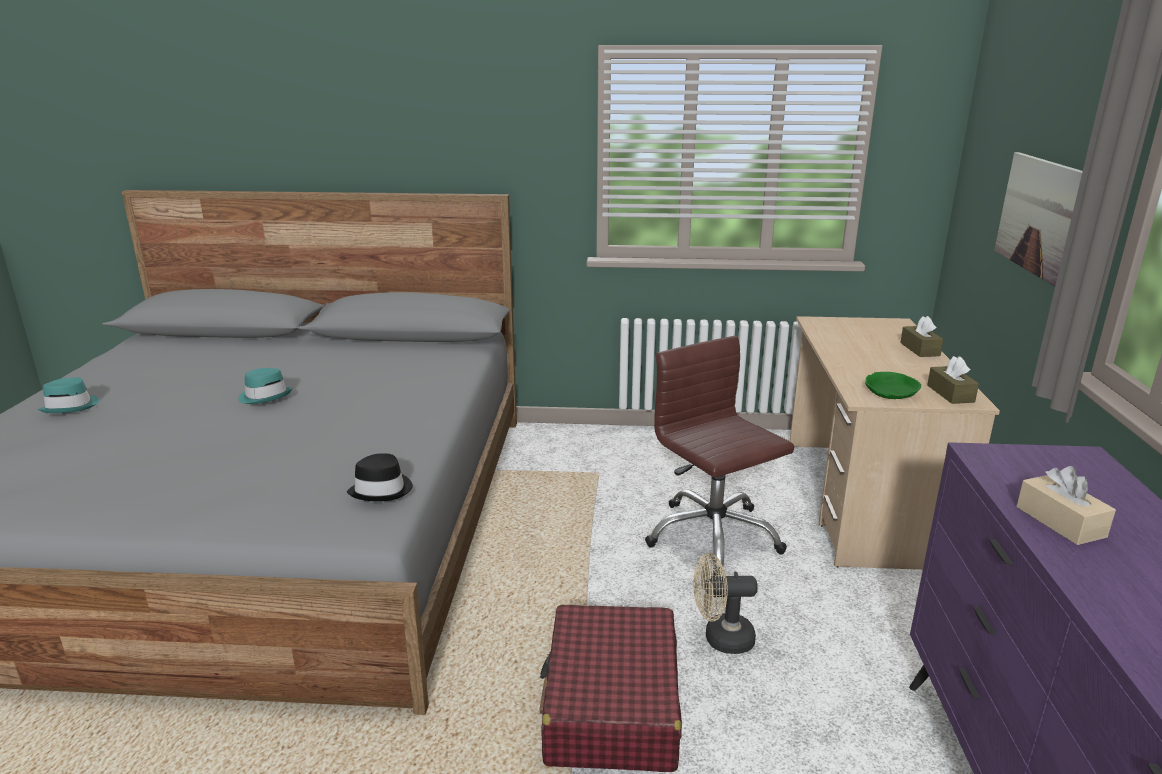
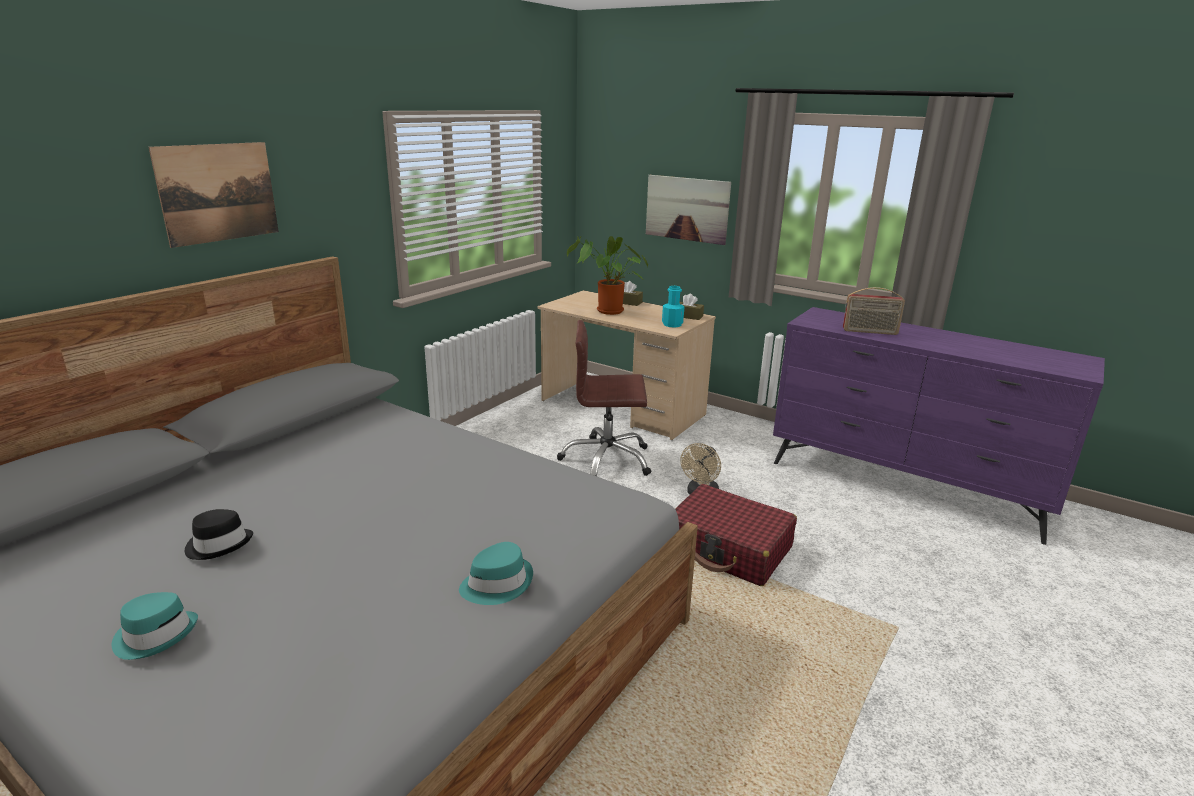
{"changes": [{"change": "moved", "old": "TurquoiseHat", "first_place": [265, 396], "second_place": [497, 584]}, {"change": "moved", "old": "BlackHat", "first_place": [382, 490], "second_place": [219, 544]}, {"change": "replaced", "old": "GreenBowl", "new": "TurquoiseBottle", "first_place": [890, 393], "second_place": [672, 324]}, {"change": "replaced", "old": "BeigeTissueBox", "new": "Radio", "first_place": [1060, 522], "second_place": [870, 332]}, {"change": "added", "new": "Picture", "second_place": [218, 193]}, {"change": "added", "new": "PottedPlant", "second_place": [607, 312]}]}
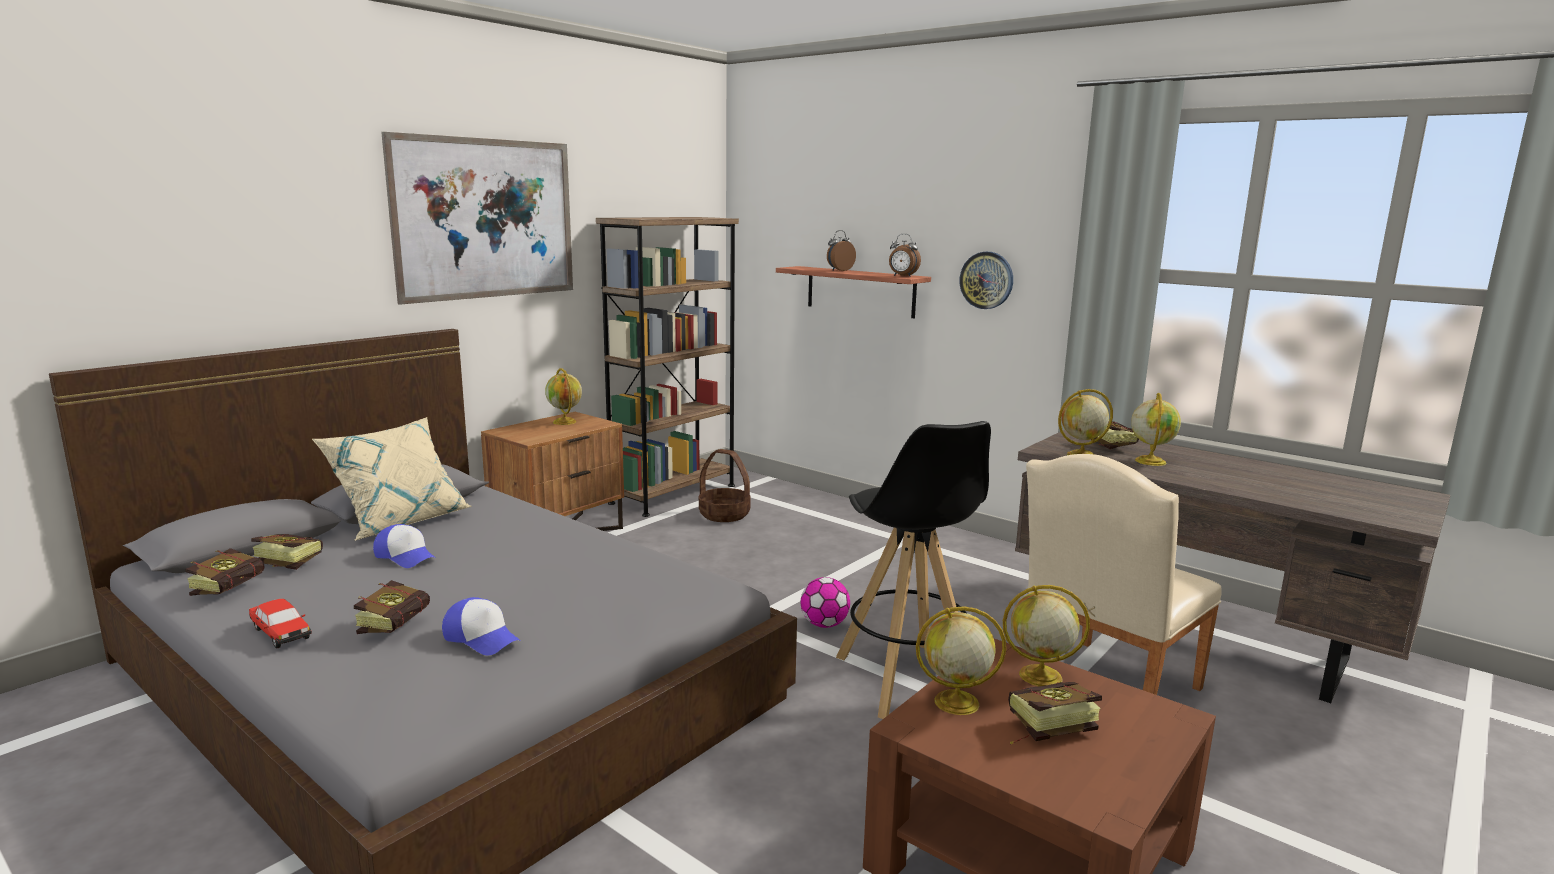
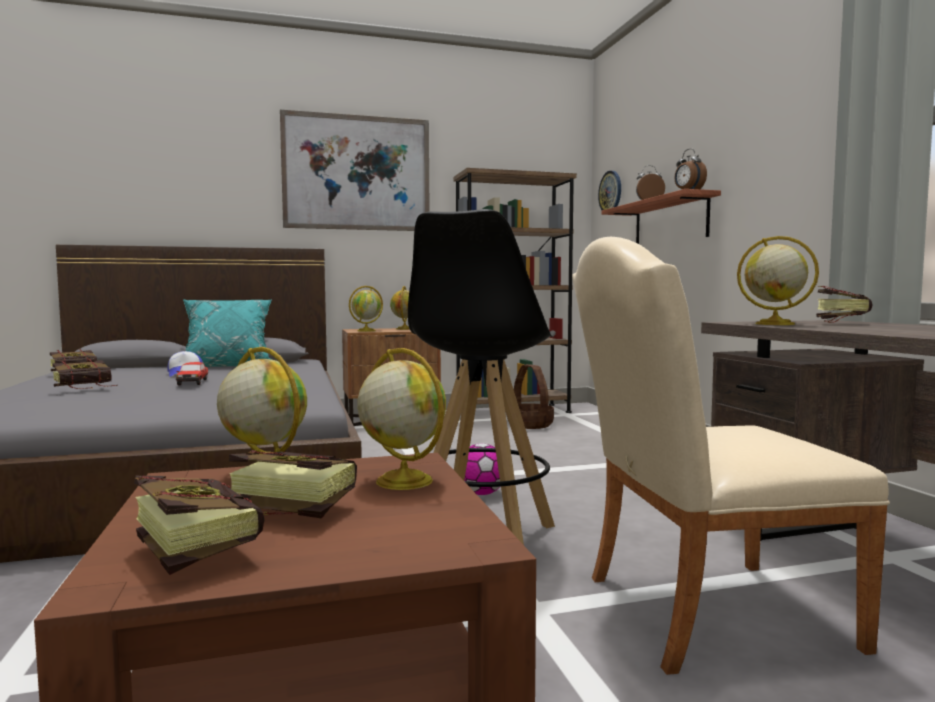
{"changes": [{"change": "moved", "old": "ToyCar", "first_place": [280, 633], "second_place": [193, 382]}, {"change": "moved", "old": "Book", "first_place": [284, 563], "second_place": [192, 550]}, {"change": "recoloured", "old": "BeigePillow", "new": "TurquoisePillow", "first_place": [400, 521], "second_place": [228, 365]}, {"change": "removed", "old": "Cap", "first_place": [482, 638]}, {"change": "moved", "old": "WallClock", "first_place": [986, 280], "second_place": [610, 192]}, {"change": "moved", "old": "Globe", "first_place": [1150, 461], "second_place": [366, 331]}]}
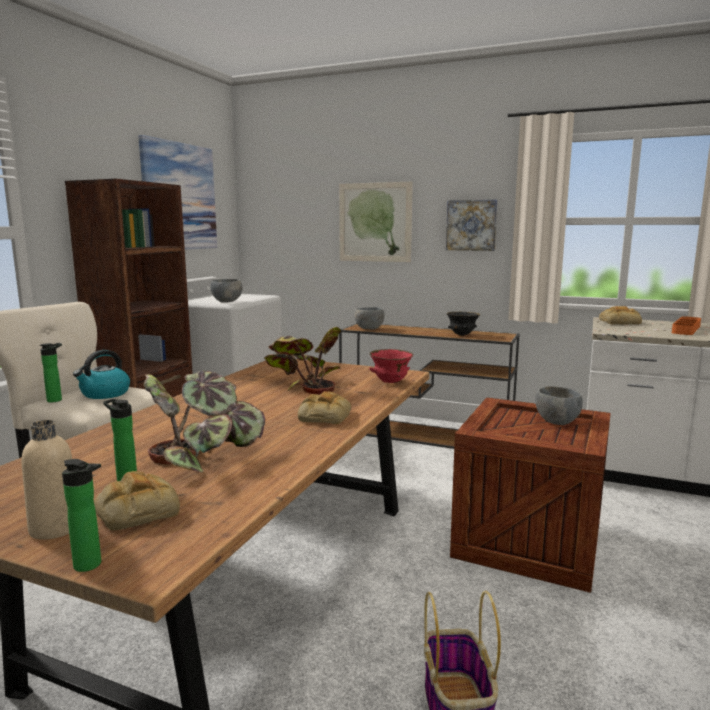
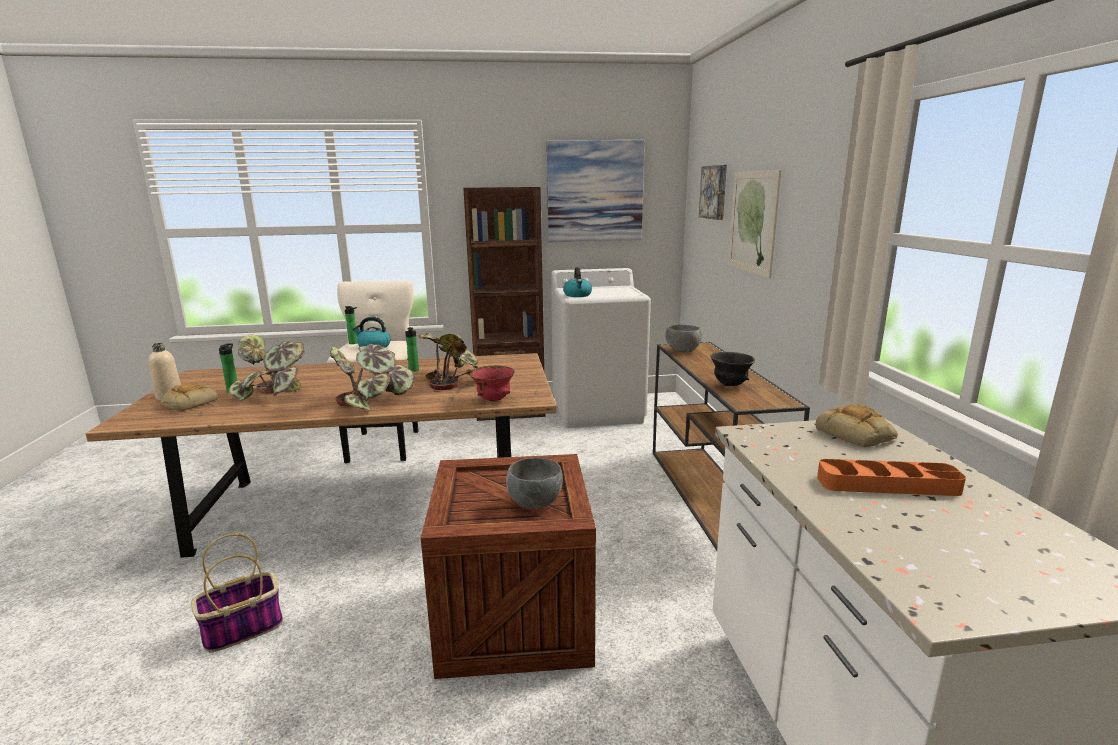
{"changes": [{"change": "moved", "old": "Bottle", "first_place": [91, 565], "second_place": [414, 370]}, {"change": "replaced", "old": "GreyBowl", "new": "Kettle", "first_place": [227, 302], "second_place": [577, 295]}, {"change": "replaced", "old": "Bread", "new": "PottedPlant", "first_place": [324, 416], "second_place": [374, 401]}, {"change": "moved", "old": "Picture", "first_place": [471, 225], "second_place": [715, 192]}]}
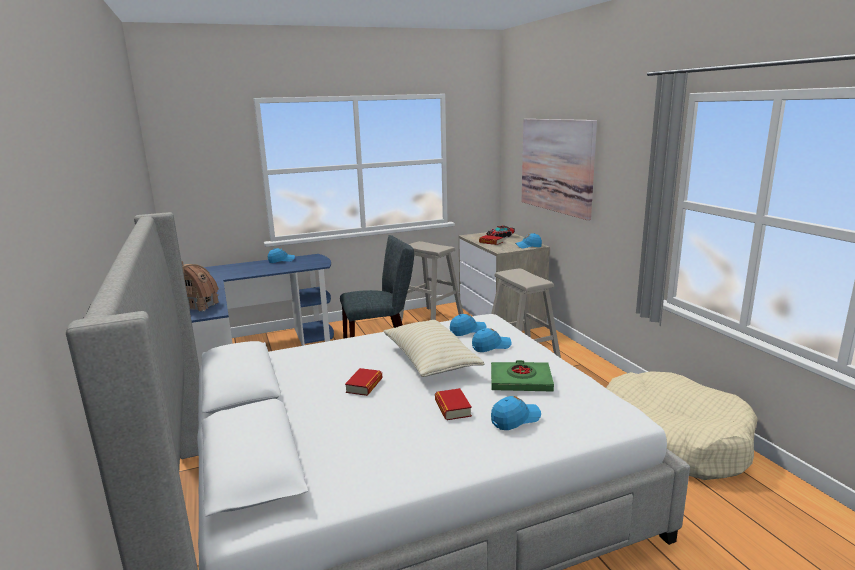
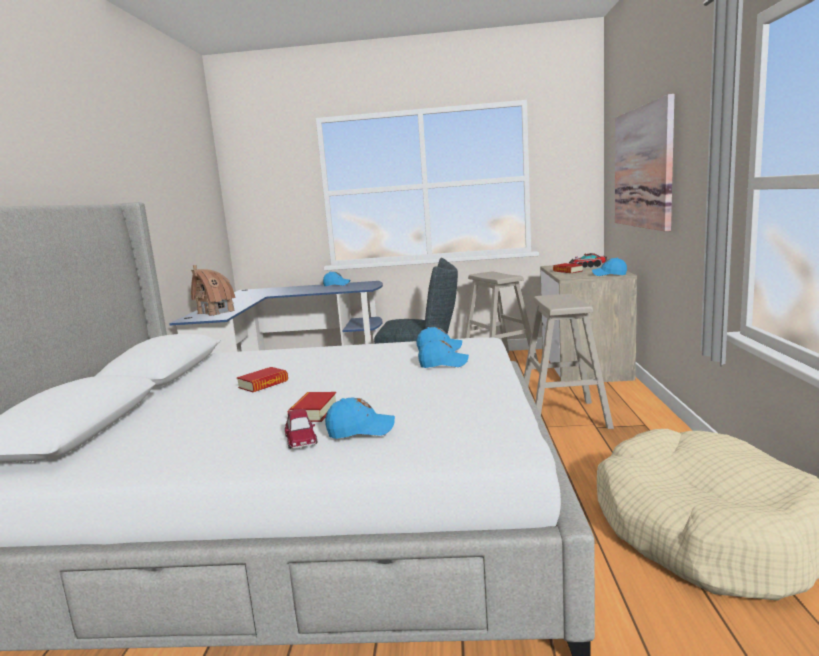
{"changes": [{"change": "removed", "old": "BeigePillow", "first_place": [430, 361]}, {"change": "removed", "old": "GreenBook", "first_place": [520, 381]}, {"change": "added", "new": "ToyCar", "second_place": [301, 440]}]}
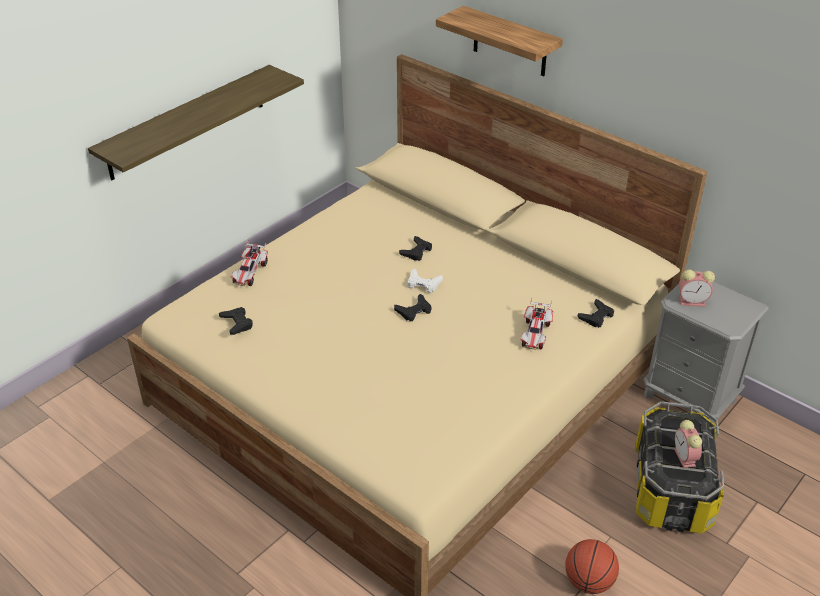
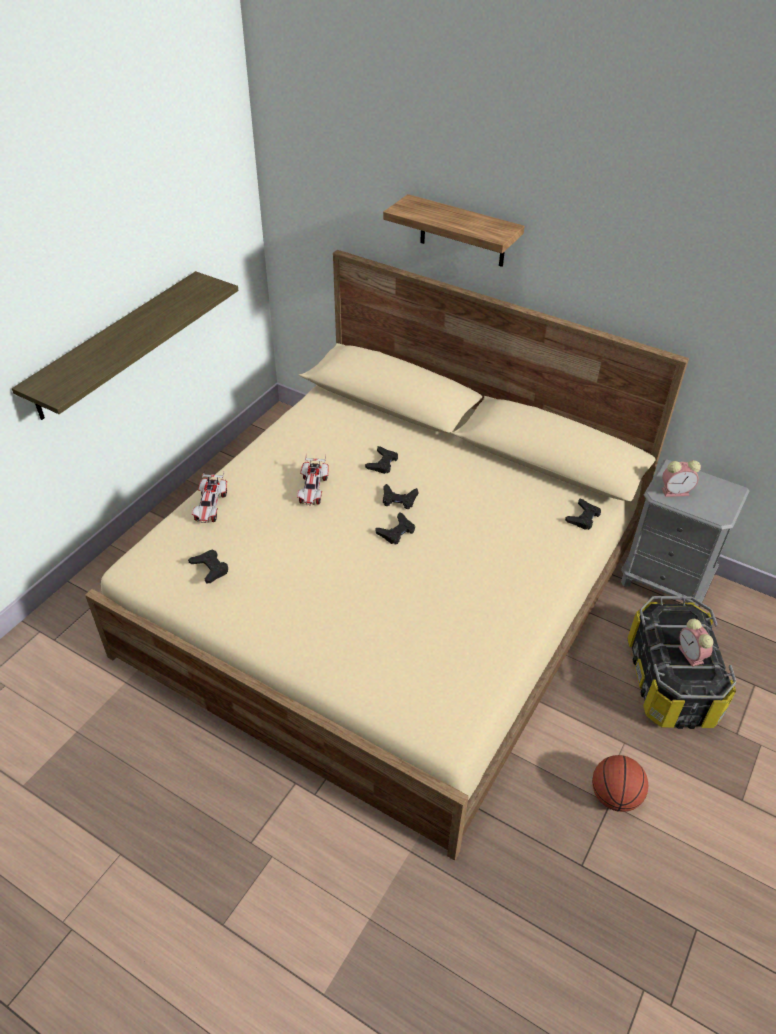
{"changes": [{"change": "recoloured", "old": "WhiteGameController", "new": "BlackGameController", "first_place": [423, 284], "second_place": [399, 499]}, {"change": "moved", "old": "ToyCar", "first_place": [535, 334], "second_place": [313, 490]}]}
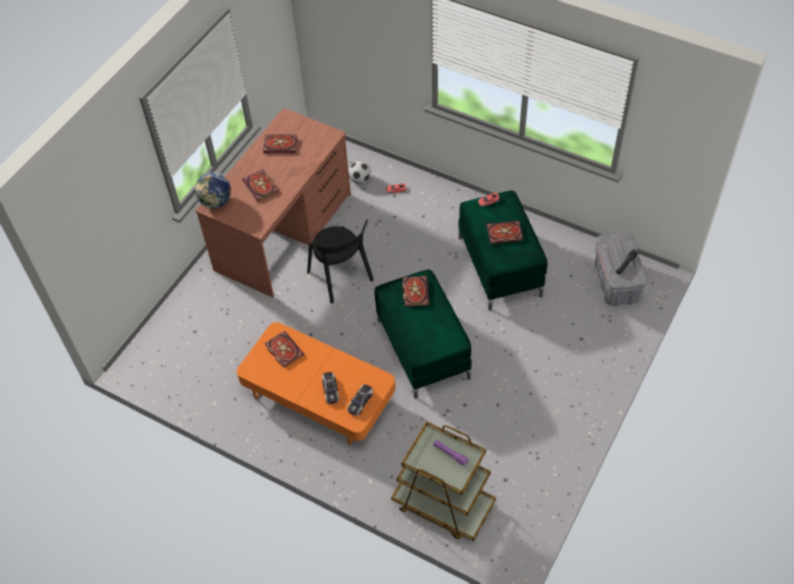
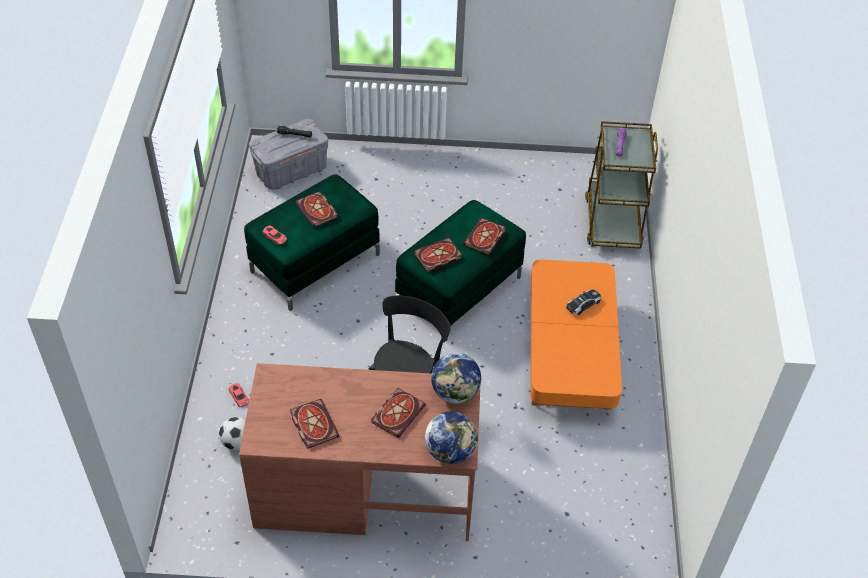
{"changes": [{"change": "moved", "old": "Book", "first_place": [283, 350], "second_place": [485, 238]}, {"change": "removed", "old": "ToyCar", "first_place": [360, 402]}, {"change": "added", "new": "Globe", "second_place": [455, 392]}]}
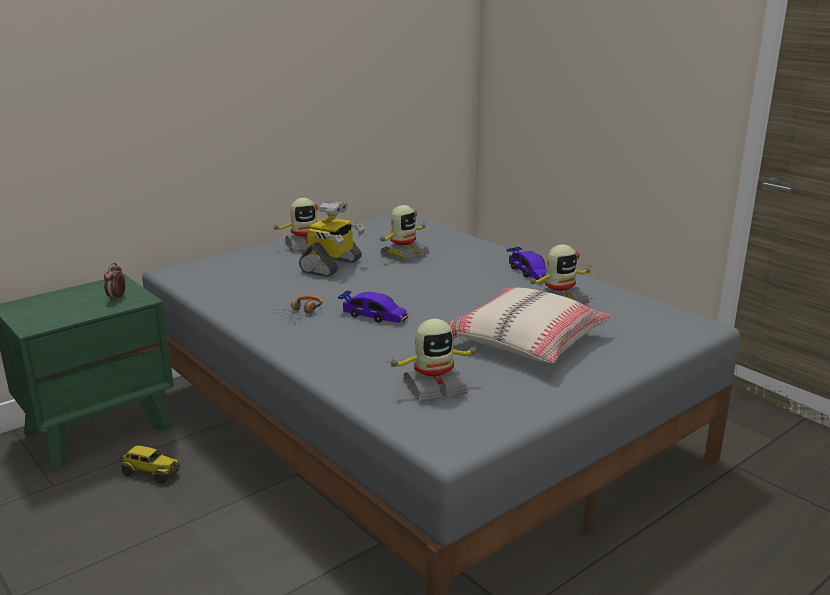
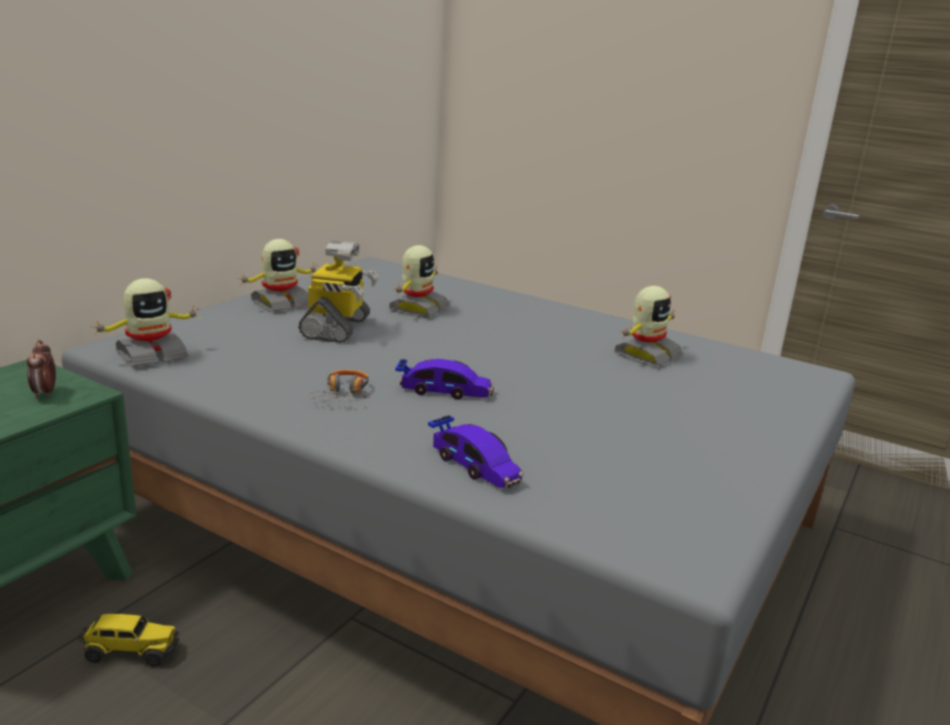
{"changes": [{"change": "moved", "old": "ToyRobot", "first_place": [434, 387], "second_place": [151, 355]}, {"change": "removed", "old": "BeigePillow", "first_place": [525, 340]}, {"change": "moved", "old": "ToyCar", "first_place": [528, 272], "second_place": [474, 465]}]}
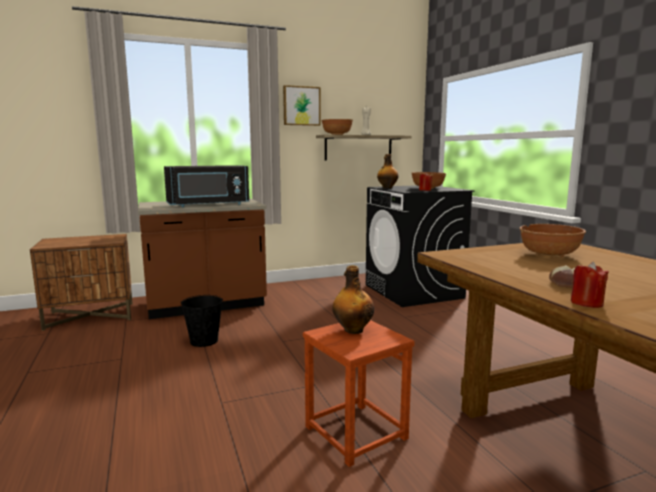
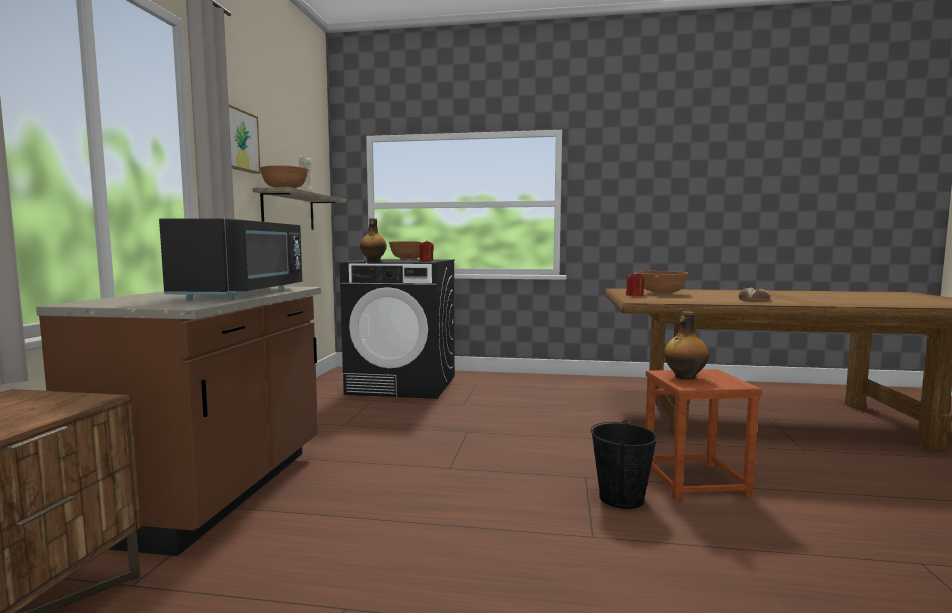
{"changes": [{"change": "moved", "old": "BlackBucket", "first_place": [204, 341], "second_place": [622, 498]}, {"change": "moved", "old": "RedCandle", "first_place": [586, 303], "second_place": [634, 296]}]}
